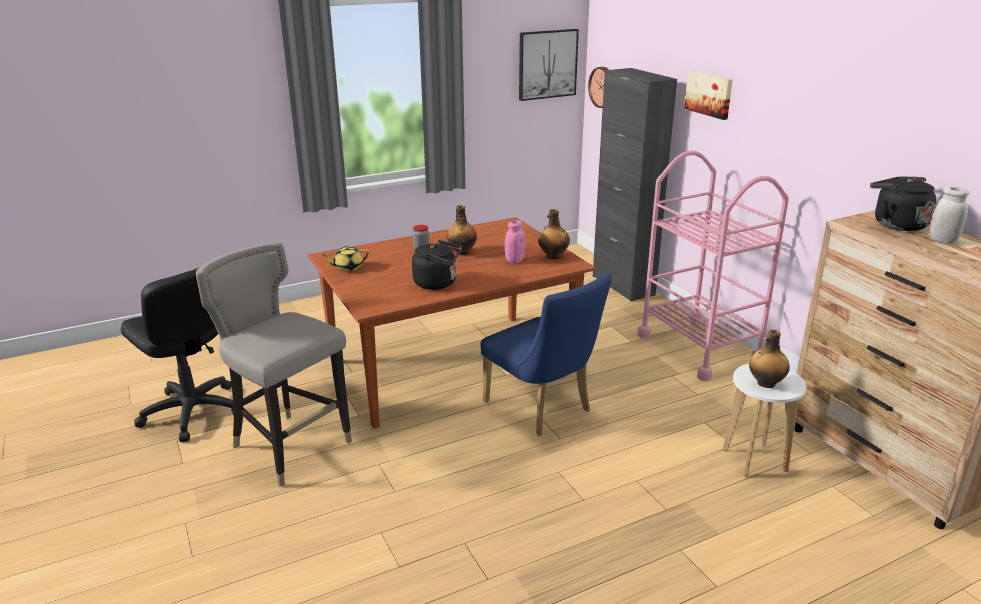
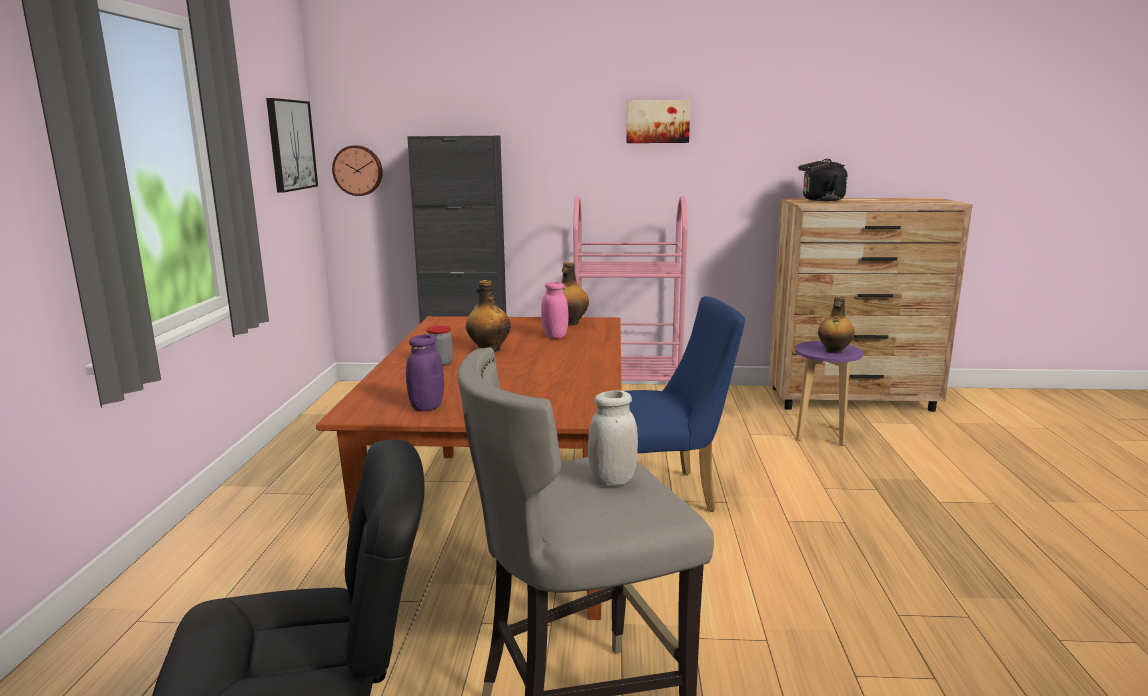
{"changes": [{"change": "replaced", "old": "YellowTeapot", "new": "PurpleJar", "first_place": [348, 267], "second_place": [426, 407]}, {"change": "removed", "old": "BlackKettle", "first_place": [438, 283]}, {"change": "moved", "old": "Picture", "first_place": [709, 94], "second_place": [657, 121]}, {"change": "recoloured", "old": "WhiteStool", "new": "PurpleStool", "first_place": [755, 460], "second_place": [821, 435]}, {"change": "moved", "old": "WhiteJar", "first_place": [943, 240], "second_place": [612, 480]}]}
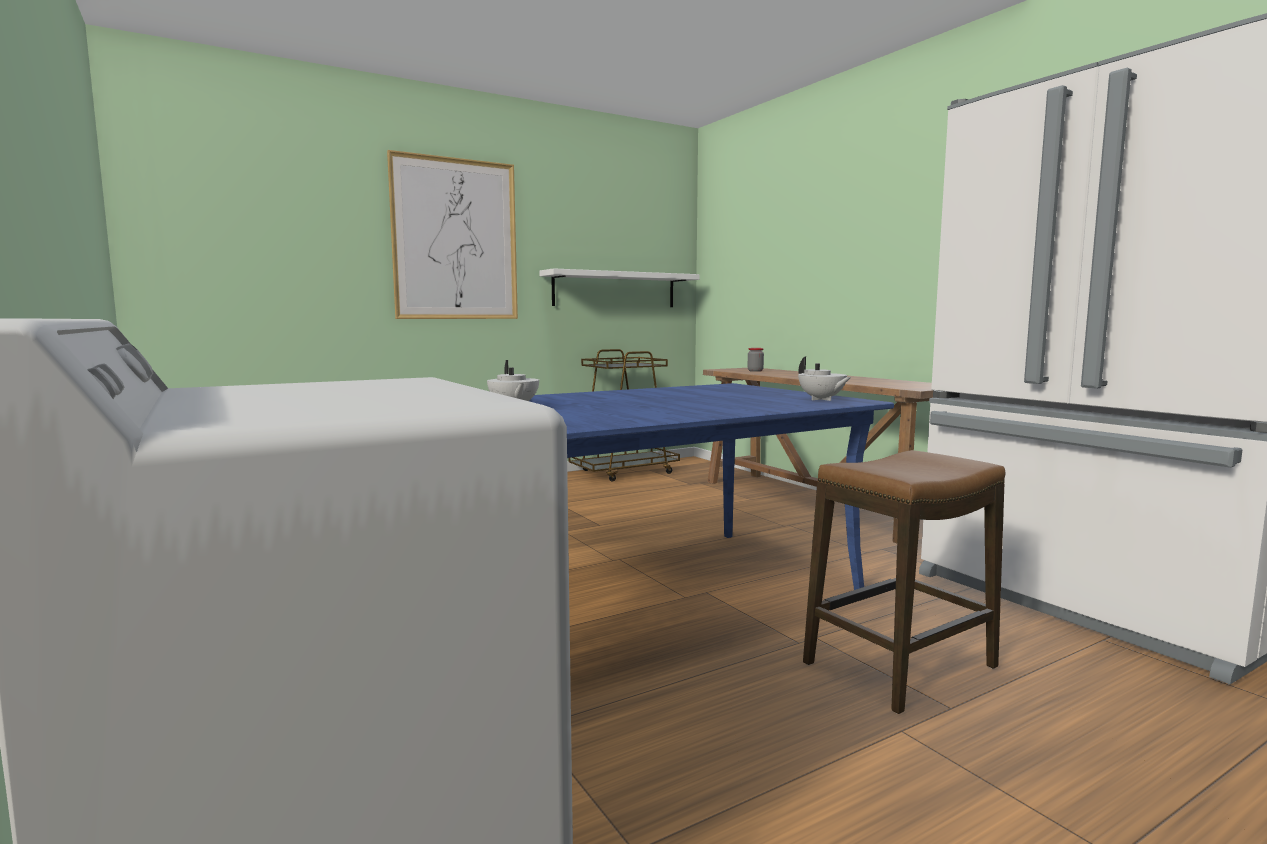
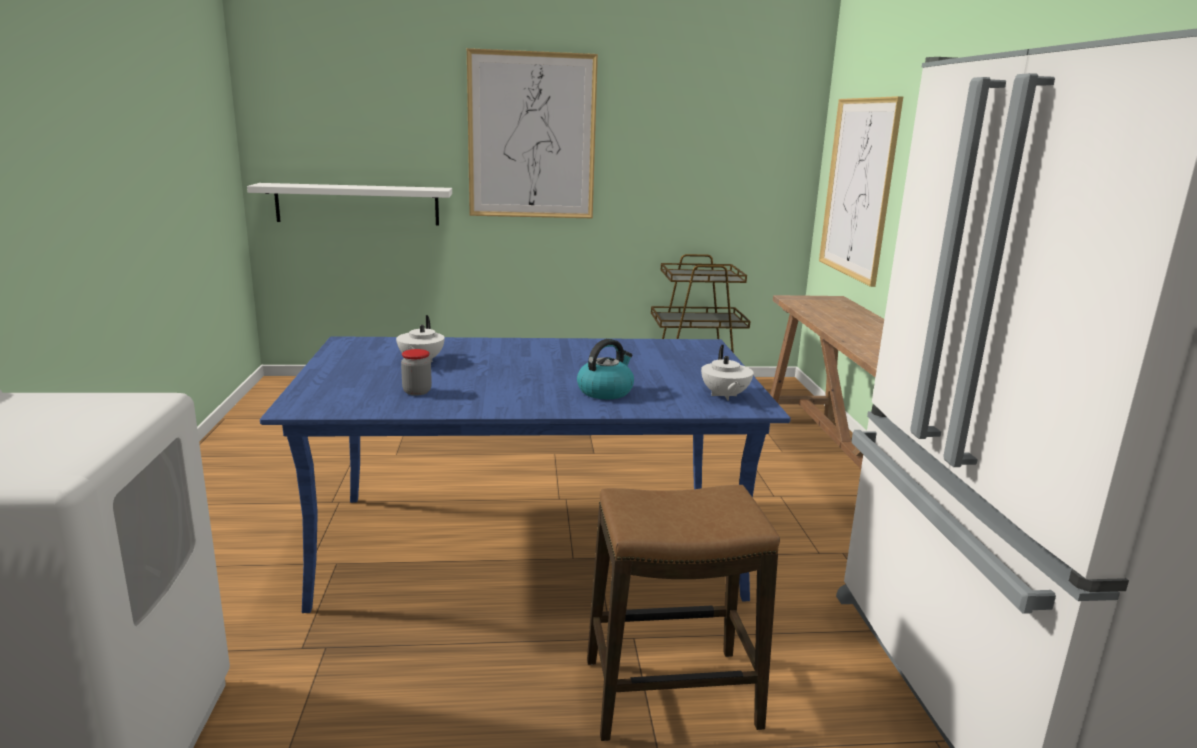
{"changes": [{"change": "moved", "old": "WhiteShelf", "first_place": [615, 290], "second_place": [357, 204]}, {"change": "moved", "old": "Jar", "first_place": [755, 371], "second_place": [417, 392]}, {"change": "added", "new": "Kettle", "second_place": [605, 391]}, {"change": "added", "new": "Picture", "second_place": [858, 188]}]}
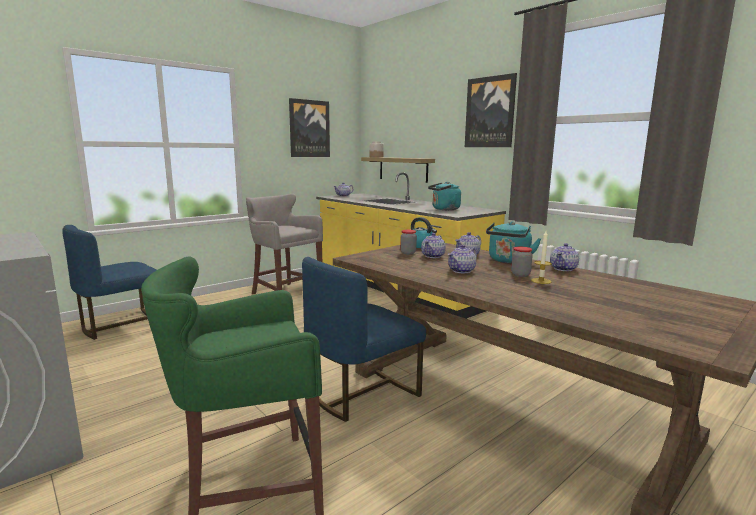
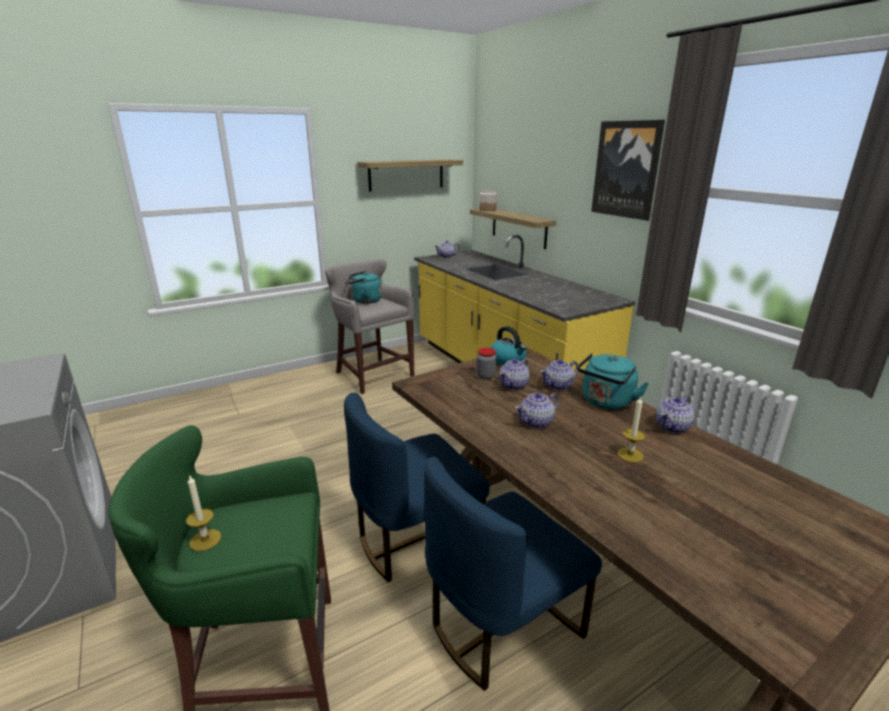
{"changes": [{"change": "moved", "old": "BlueChair", "first_place": [121, 324], "second_place": [501, 625]}, {"change": "replaced", "old": "Picture", "new": "Shelf", "first_place": [309, 128], "second_place": [406, 175]}, {"change": "moved", "old": "TurquoiseKettle", "first_place": [444, 209], "second_place": [364, 301]}, {"change": "removed", "old": "Jar", "first_place": [520, 274]}, {"change": "added", "new": "Candle", "second_place": [205, 540]}]}
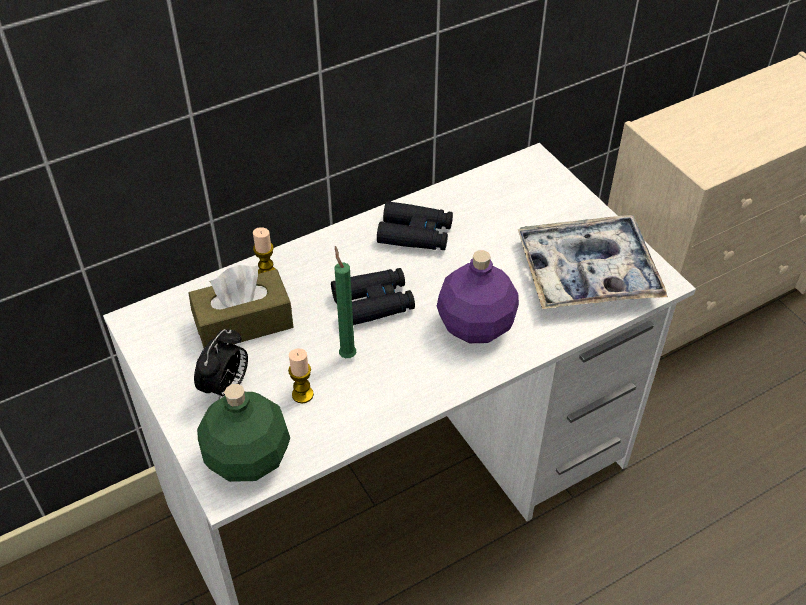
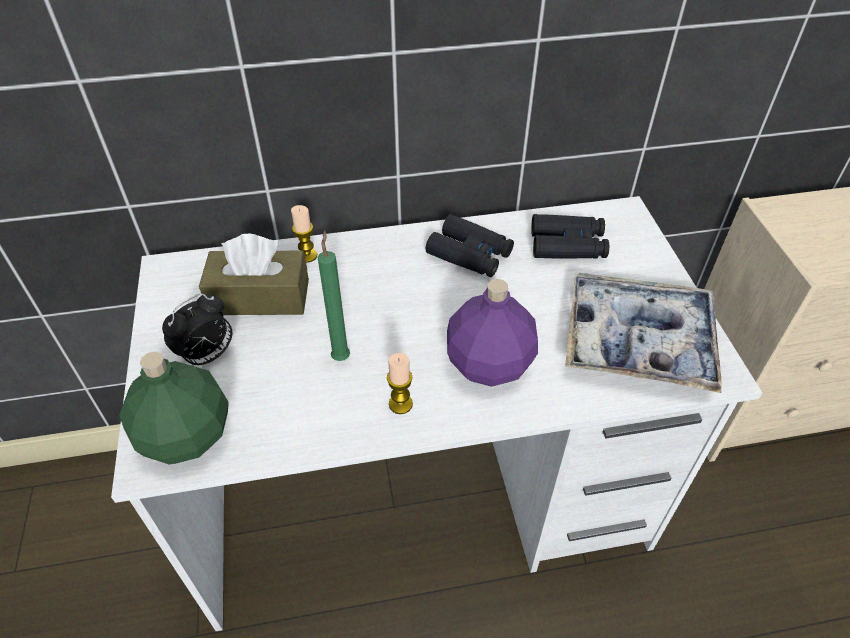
{"changes": [{"change": "moved", "old": "Candle", "first_place": [302, 394], "second_place": [400, 404]}, {"change": "moved", "old": "BlackBinoculars", "first_place": [373, 303], "second_place": [568, 245]}]}
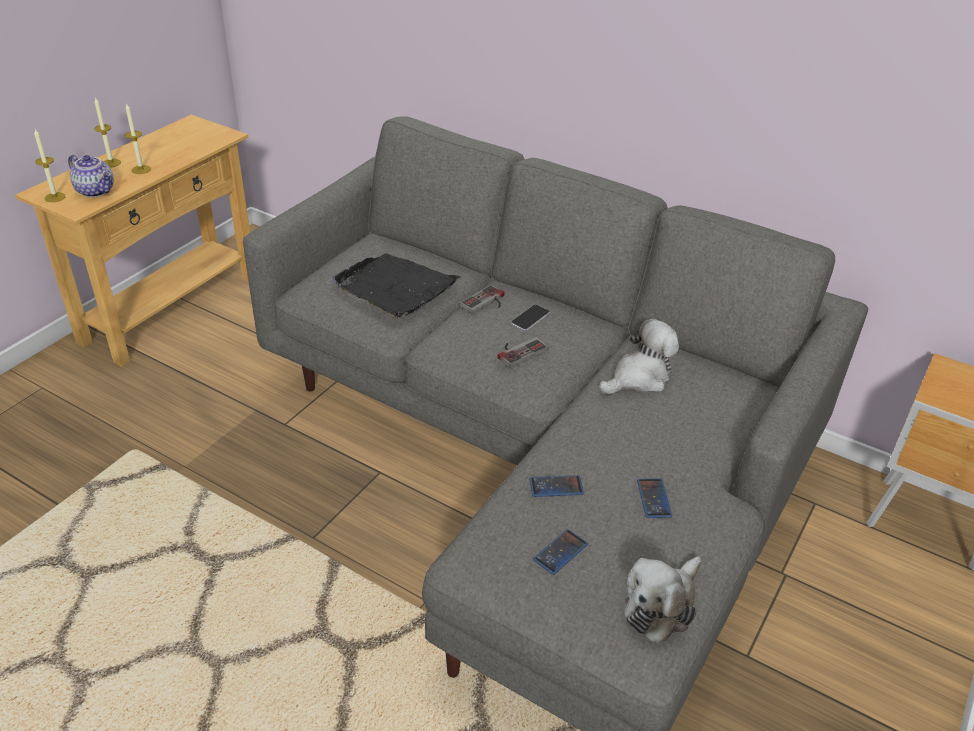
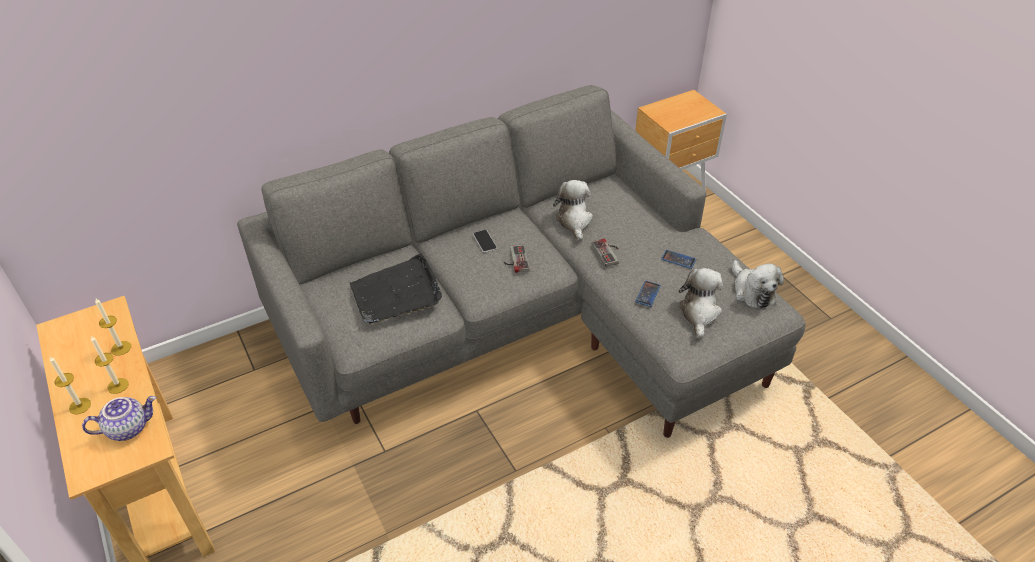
{"changes": [{"change": "moved", "old": "Candle", "first_place": [55, 197], "second_place": [121, 348]}, {"change": "moved", "old": "GameController", "first_place": [486, 303], "second_place": [608, 252]}, {"change": "replaced", "old": "Phone", "new": "PlushToy", "first_place": [560, 552], "second_place": [699, 313]}]}
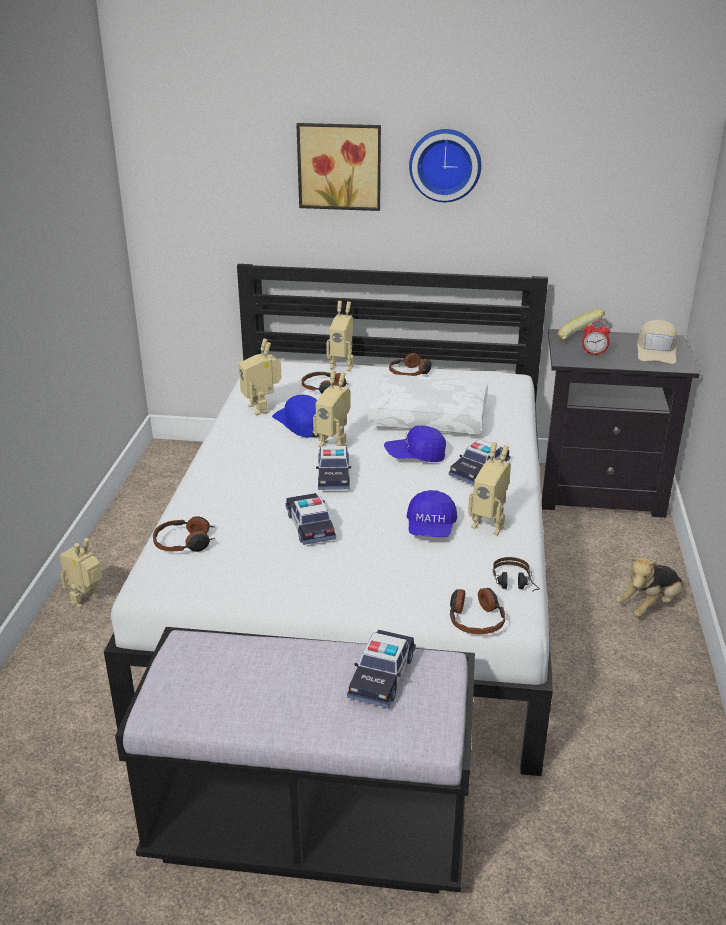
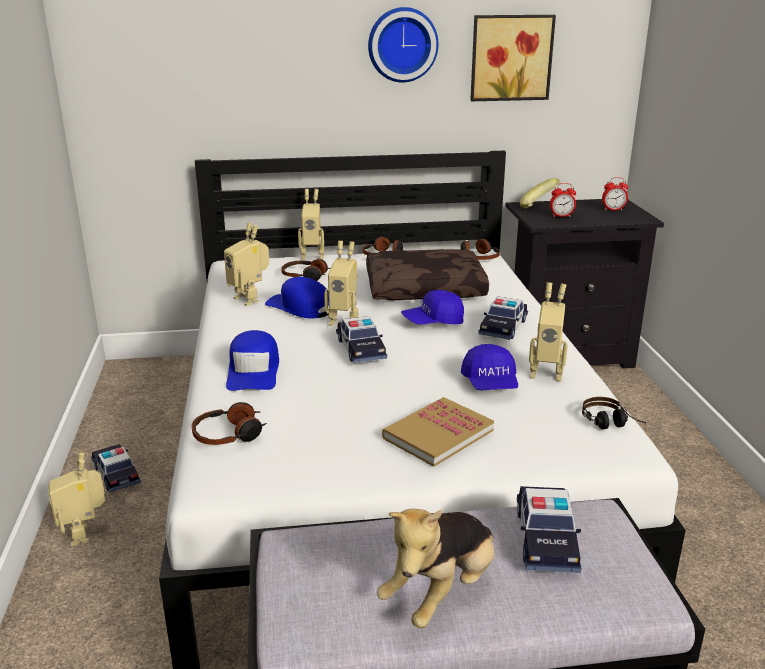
{"changes": [{"change": "turned", "old": "ToyRobot", "first_place": [87, 601], "second_place": [85, 533], "degrees": -45}, {"change": "moved", "old": "ToyCar", "first_place": [310, 525], "second_place": [116, 474]}, {"change": "moved", "old": "Picture", "first_place": [340, 166], "second_place": [510, 57]}, {"change": "recoloured", "old": "WhitePillow", "new": "BrownPillow", "first_place": [429, 416], "second_place": [425, 288]}, {"change": "moved", "old": "Headphones", "first_place": [475, 618], "second_place": [478, 257]}, {"change": "moved", "old": "PlushToy", "first_place": [649, 605], "second_place": [441, 592]}, {"change": "replaced", "old": "BeigeCap", "new": "AlarmClock", "first_place": [656, 350], "second_place": [613, 210]}, {"change": "added", "new": "BlueCap", "second_place": [254, 371]}, {"change": "added", "new": "Book", "second_place": [438, 434]}]}
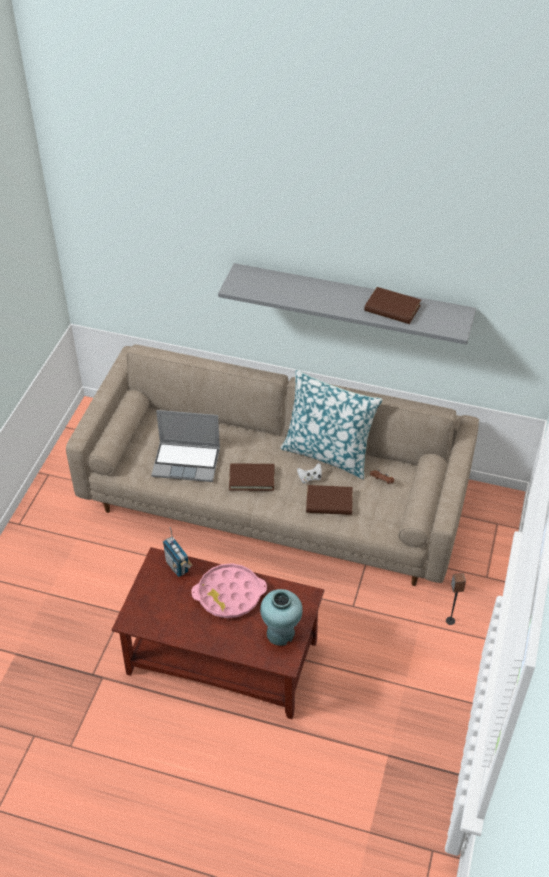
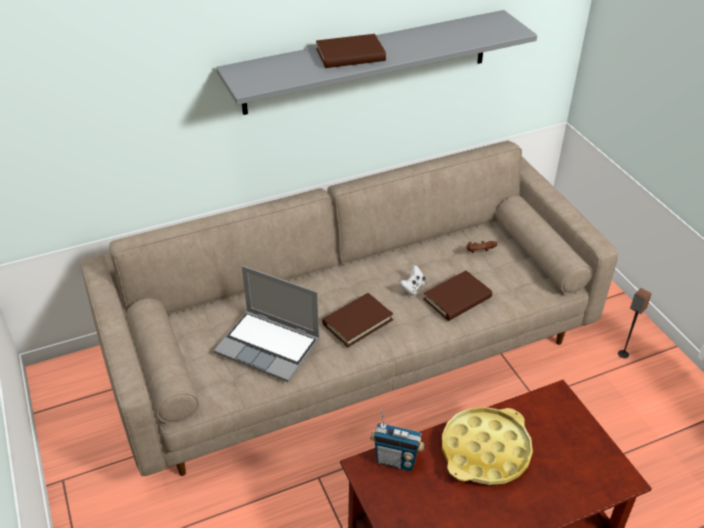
{"changes": [{"change": "turned", "old": "Laptop", "first_place": [187, 462], "second_place": [269, 346], "degrees": 60}, {"change": "recoloured", "old": "PinkTray", "new": "YellowTray", "first_place": [229, 595], "second_place": [485, 451]}, {"change": "removed", "old": "TurquoiseVase", "first_place": [280, 633]}, {"change": "removed", "old": "Pillow", "first_place": [328, 453]}, {"change": "moved", "old": "BrownBook", "first_place": [392, 308], "second_place": [350, 55]}]}
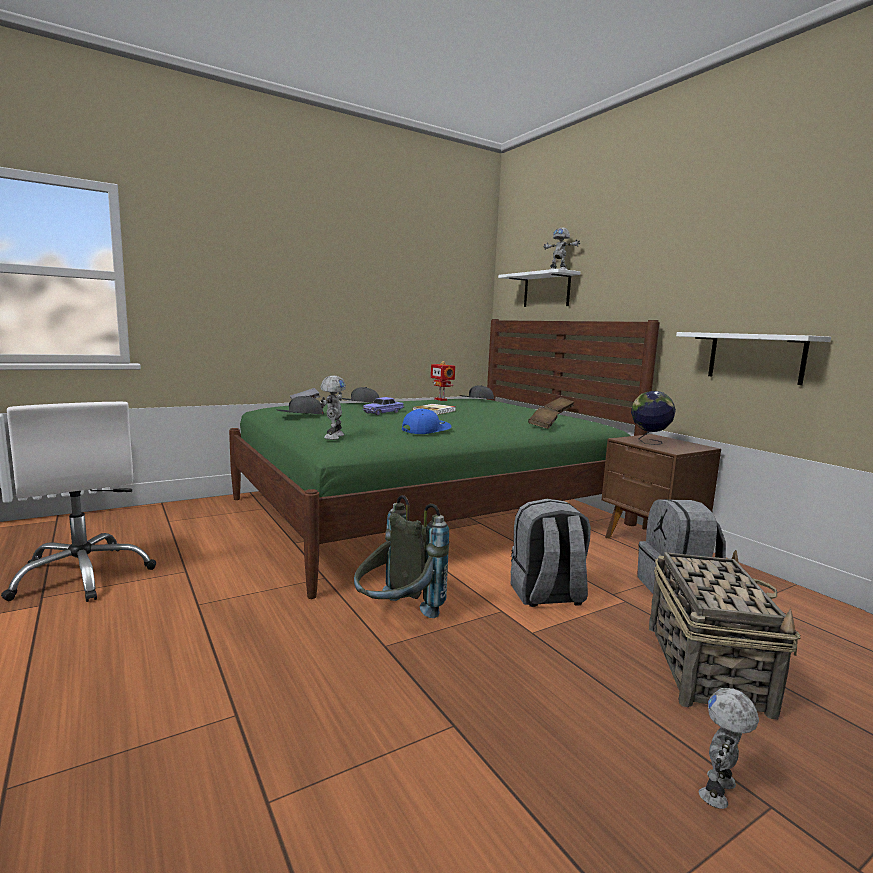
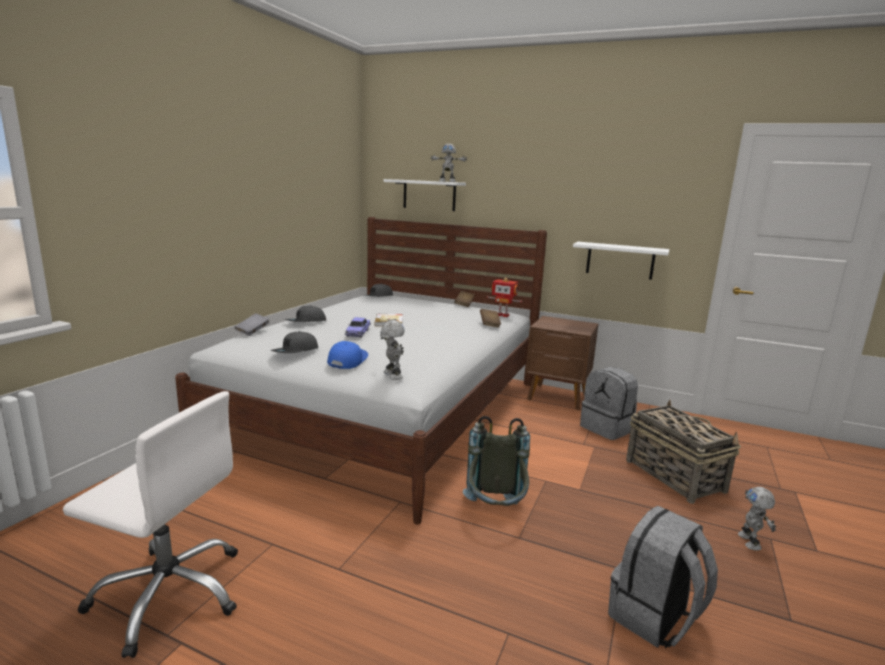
{"changes": [{"change": "recoloured", "old": "GreenBed", "new": "WhiteBed", "first_place": [428, 511], "second_place": [386, 412]}, {"change": "moved", "old": "BlueCap", "first_place": [425, 430], "second_place": [347, 360]}, {"change": "moved", "old": "ToyRobot", "first_place": [441, 400], "second_place": [502, 315]}, {"change": "moved", "old": "GreyBackpack", "first_place": [546, 596], "second_place": [654, 617]}, {"change": "removed", "old": "Globe", "first_place": [649, 442]}]}
